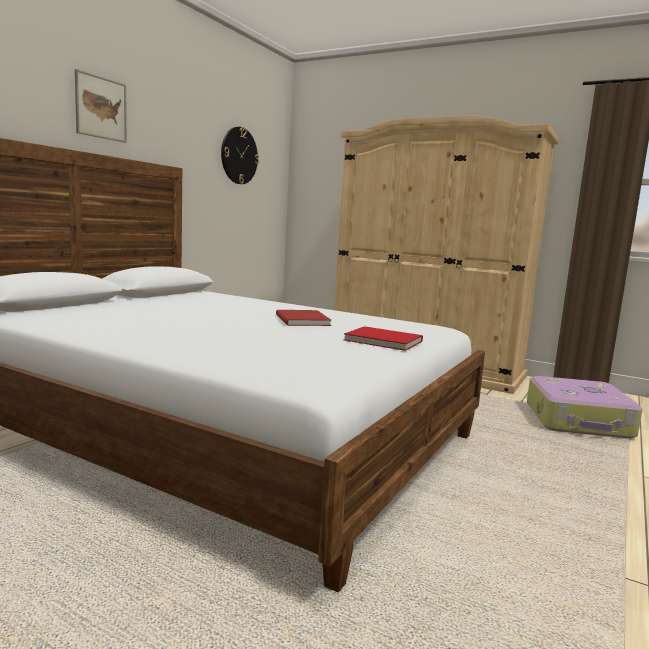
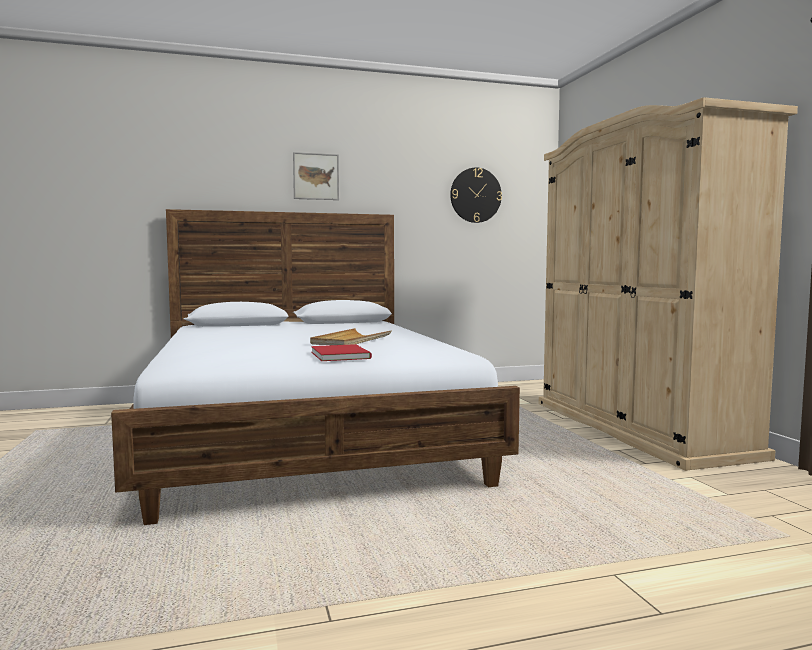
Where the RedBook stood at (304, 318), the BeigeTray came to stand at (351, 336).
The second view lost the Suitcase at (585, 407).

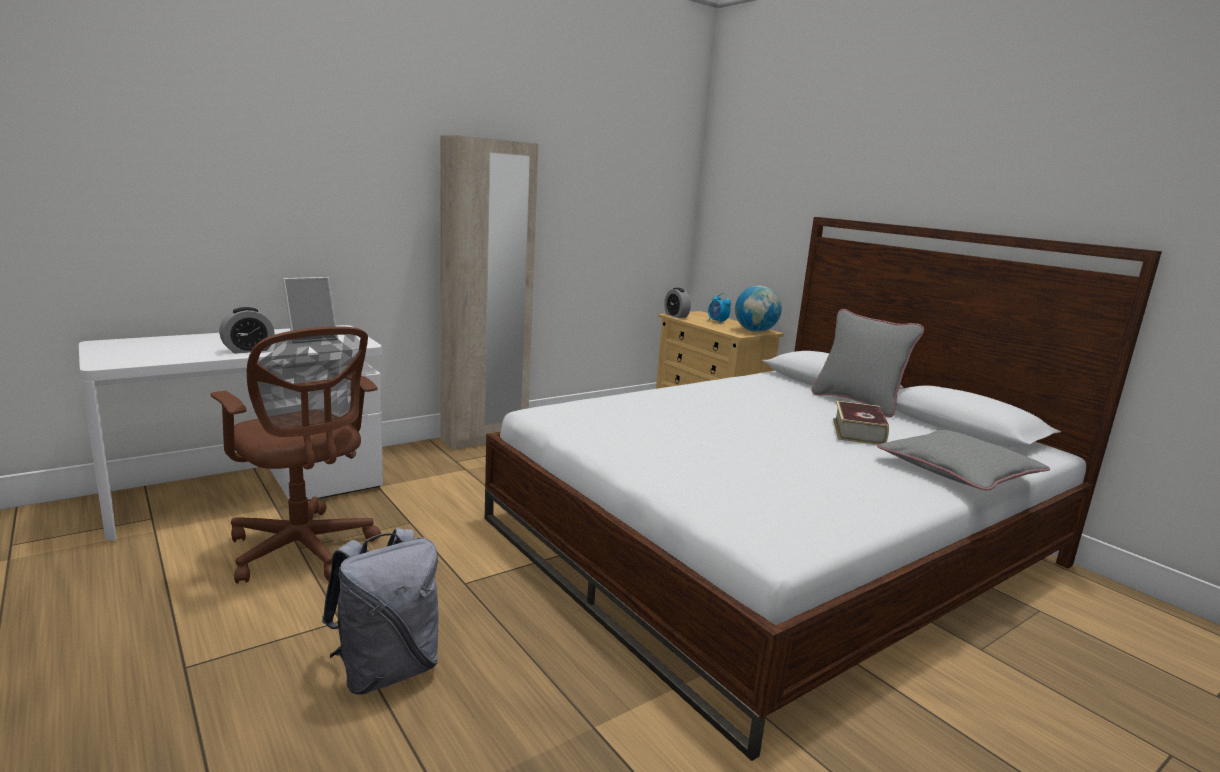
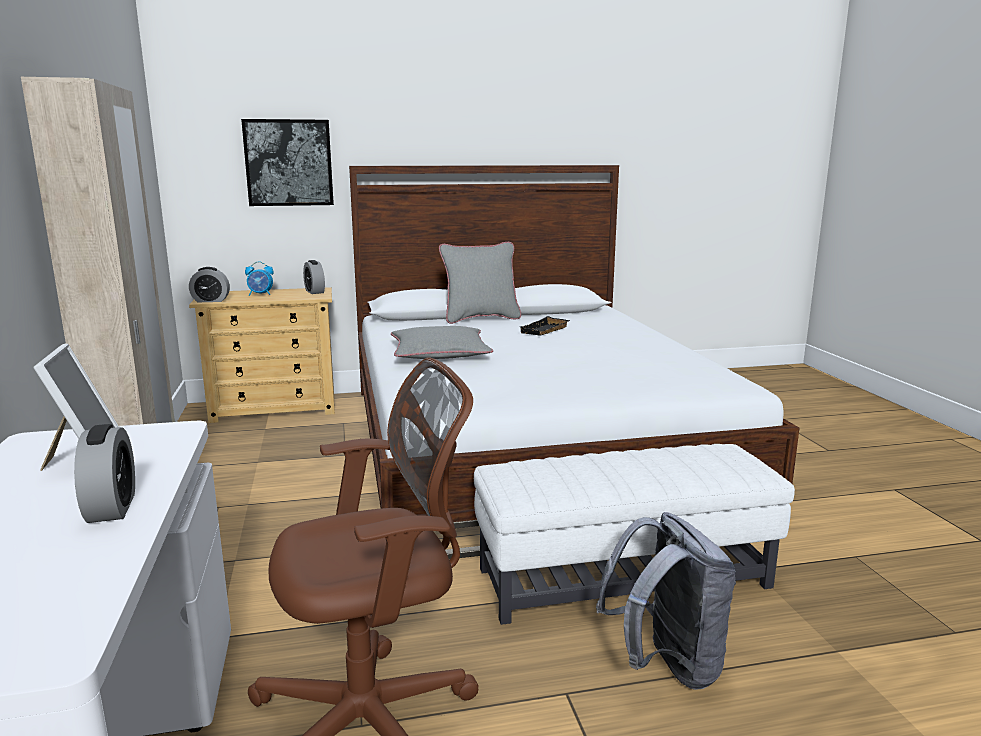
Where the Globe stood at (758, 309), the AlarmClock came to stand at (314, 277).
Where the Book stood at (861, 423), the BlackTray came to stand at (545, 325).
The GreyPillow ended up elsewhere, having gone from (963, 459) to (442, 342).
The second view gained the Picture at (287, 162).
The second view gained the WhiteOttoman at (634, 534).

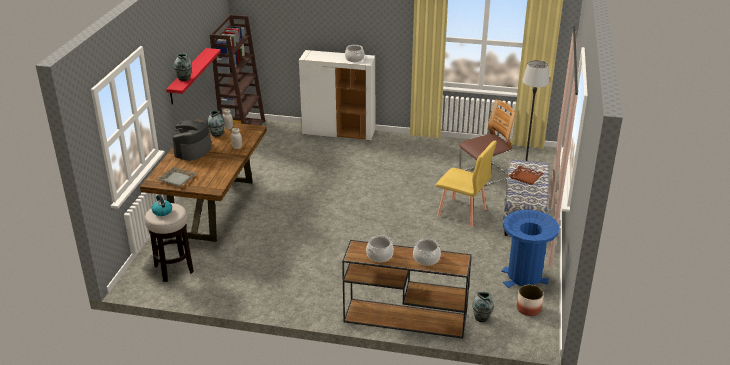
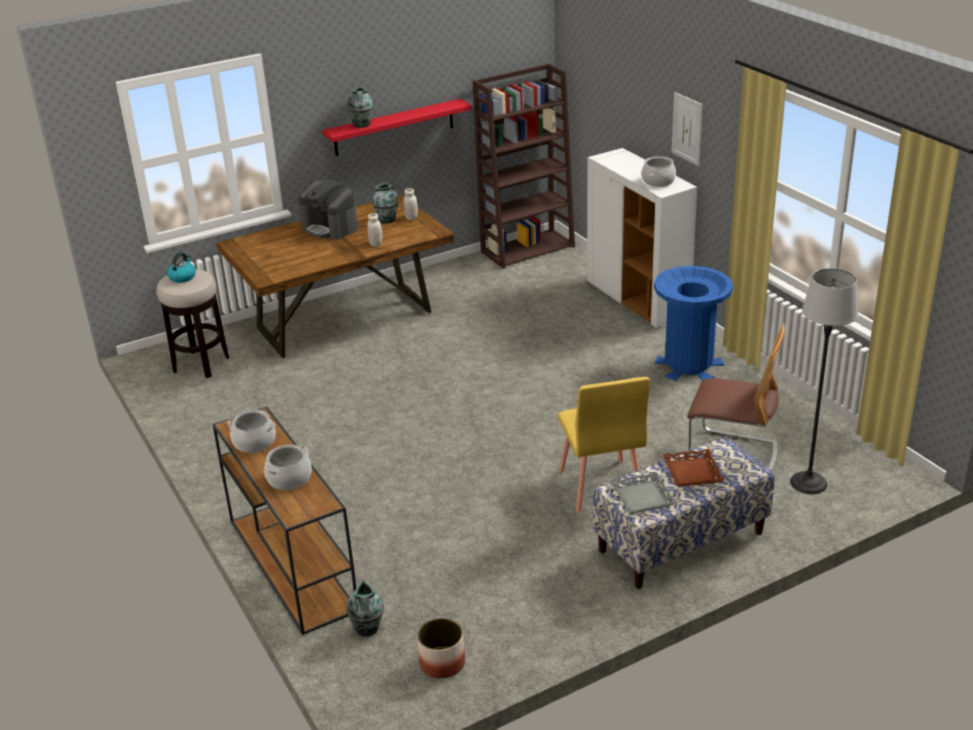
The CoffeeMachine at (192, 140) ended up facing another way, 120 degrees counterclockwise from before.
The GreyTray ended up elsewhere, having gone from (176, 177) to (643, 493).
The BlueTrashCan ended up elsewhere, having gone from (530, 249) to (693, 323).
The second view gained the Picture at (687, 129).

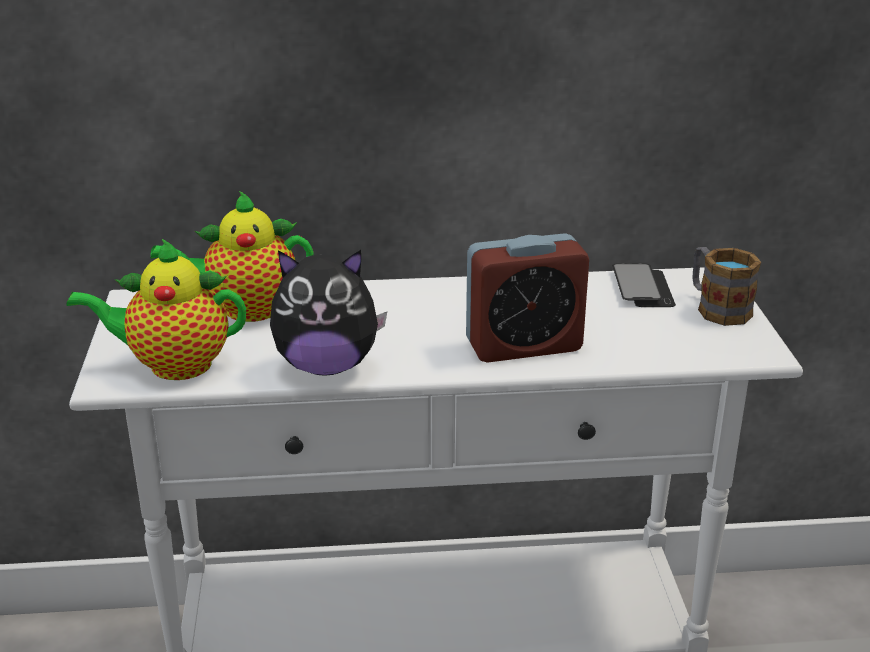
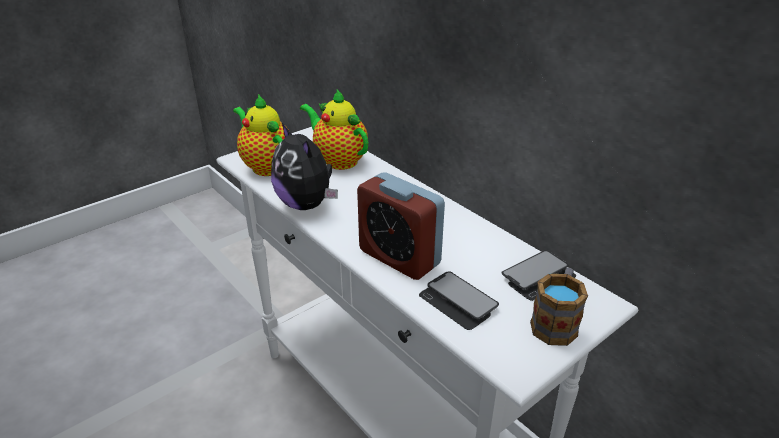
The second view gained the Phone at (459, 300).

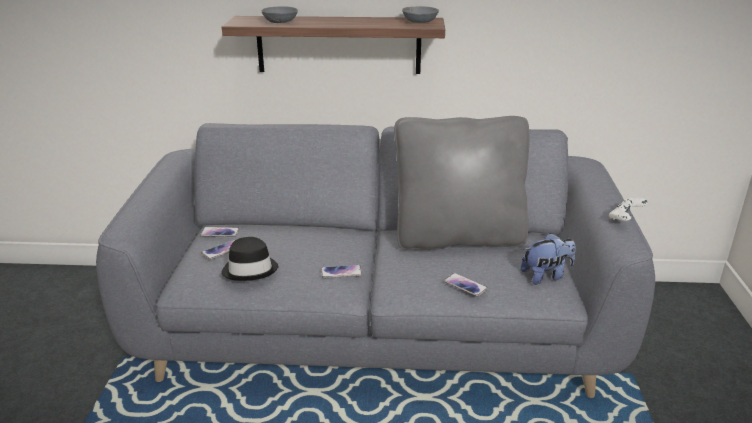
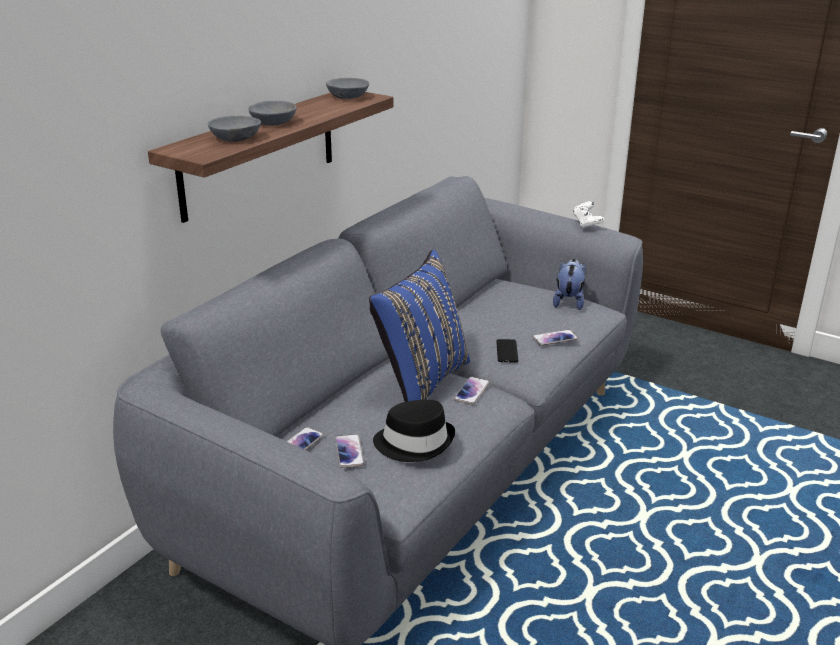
The second view lost the GreyPillow at (462, 183).
The second view gained the GreyBowl at (272, 113).
The second view gained the BluePillow at (419, 326).
The second view gained the Phone at (507, 351).

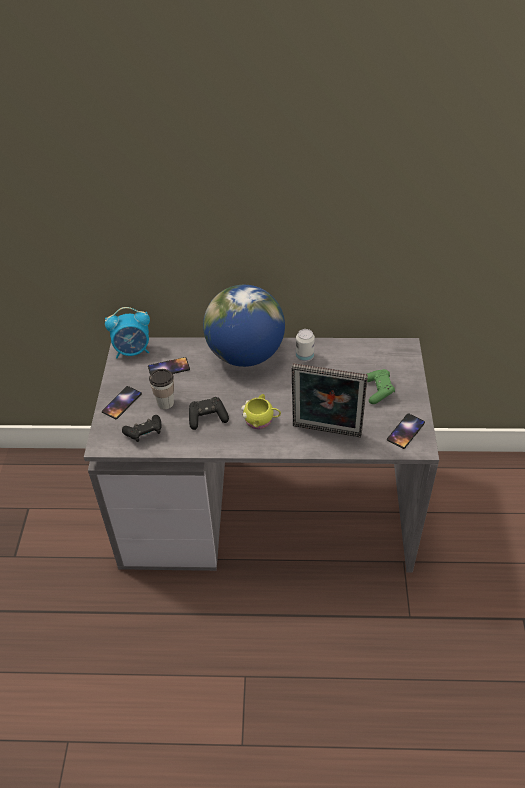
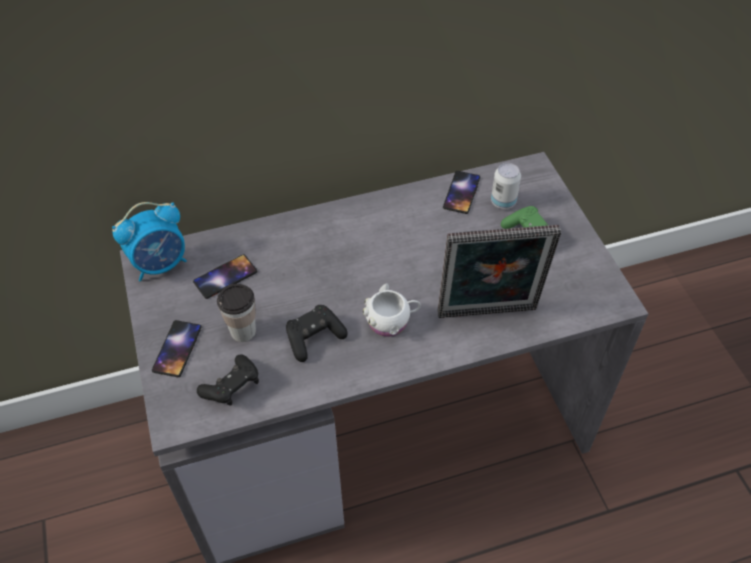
The second view lost the Globe at (244, 326).
The Can ended up elsewhere, having gone from (305, 345) to (506, 186).
What was the YellowMug at (261, 411) turned into the WhiteMug at (392, 309).
The Phone ended up elsewhere, having gone from (406, 431) to (461, 192).

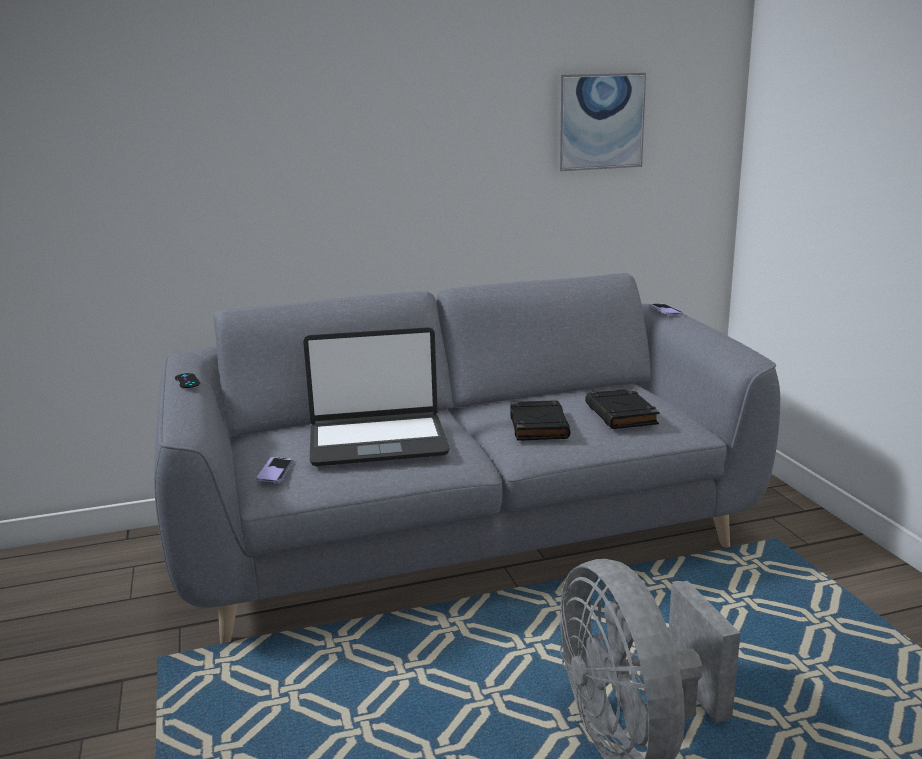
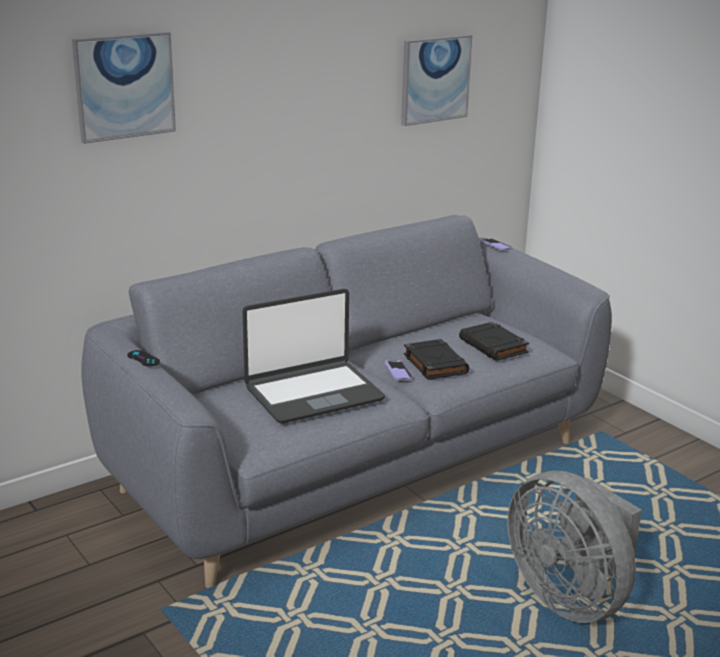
The Phone ended up elsewhere, having gone from (275, 470) to (399, 370).
The second view gained the Picture at (124, 88).

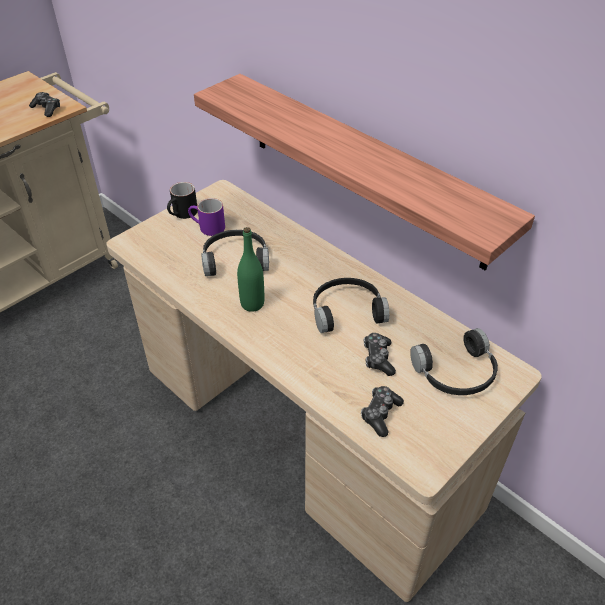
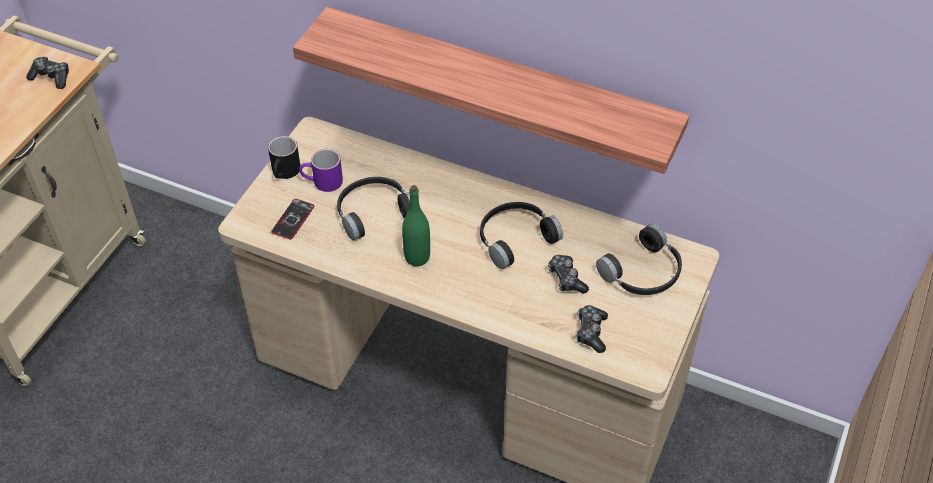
The second view gained the Phone at (293, 219).

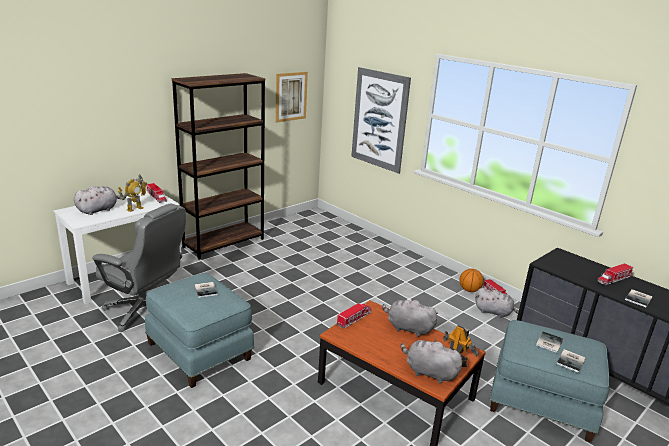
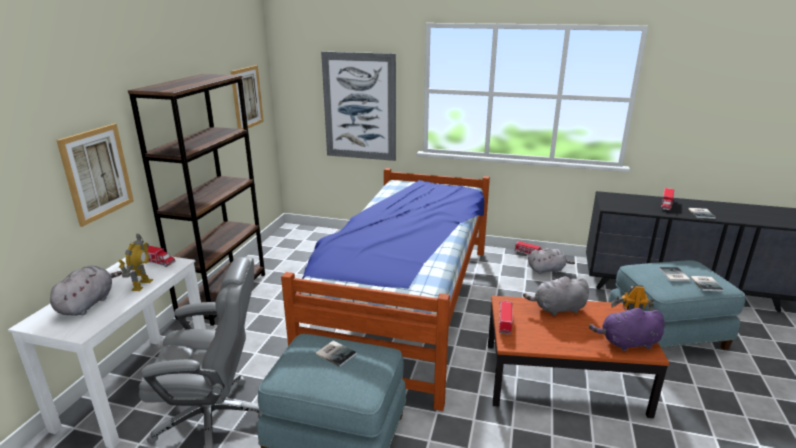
The second view lost the Basketball at (472, 280).
What was the GreyPlushToy at (432, 361) turned into the PurplePlushToy at (627, 329).
The second view gained the Picture at (95, 175).
The second view gained the Bed at (385, 289).

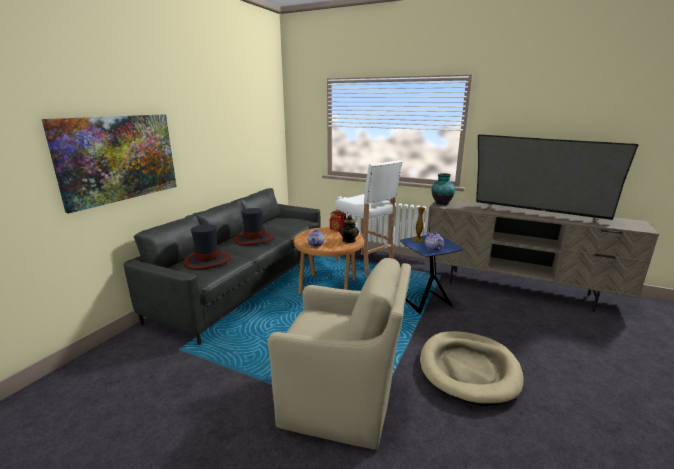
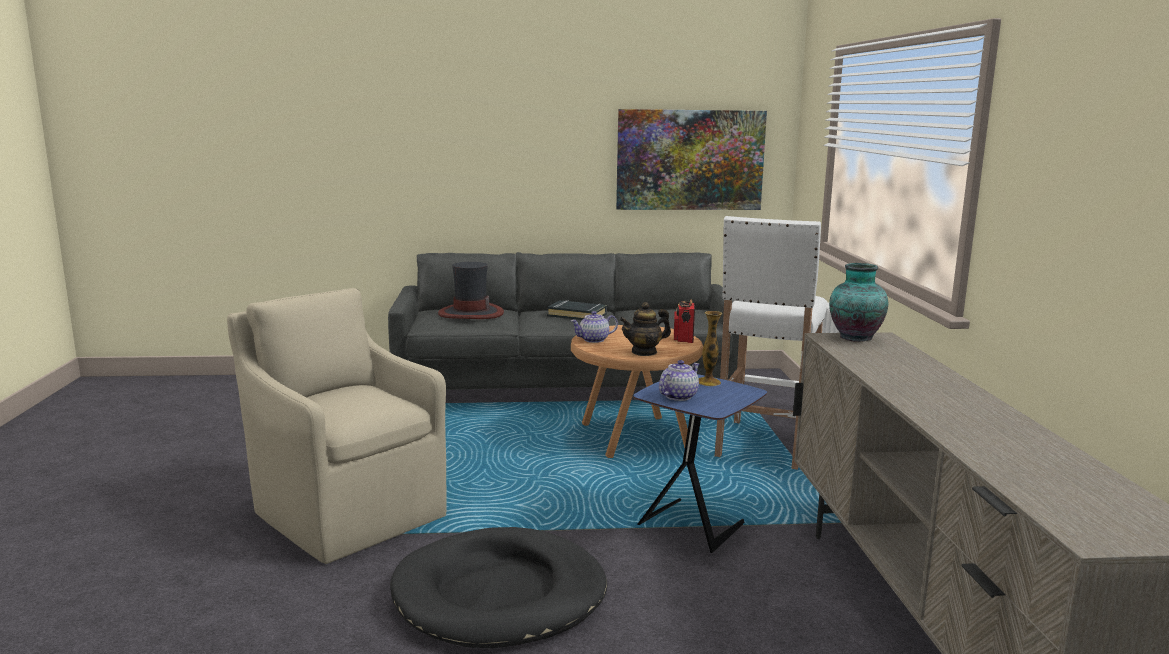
The Picture ended up elsewhere, having gone from (109, 163) to (691, 159).
The second view lost the Television at (557, 180).
Where the Hat stood at (254, 226), the BlackBook came to stand at (577, 310).
The BeigeArmchair at (339, 353) ended up facing another way, 150 degrees clockwise from before.
What was the BeigeDogBed at (472, 368) turned into the BlackDogBed at (498, 587).

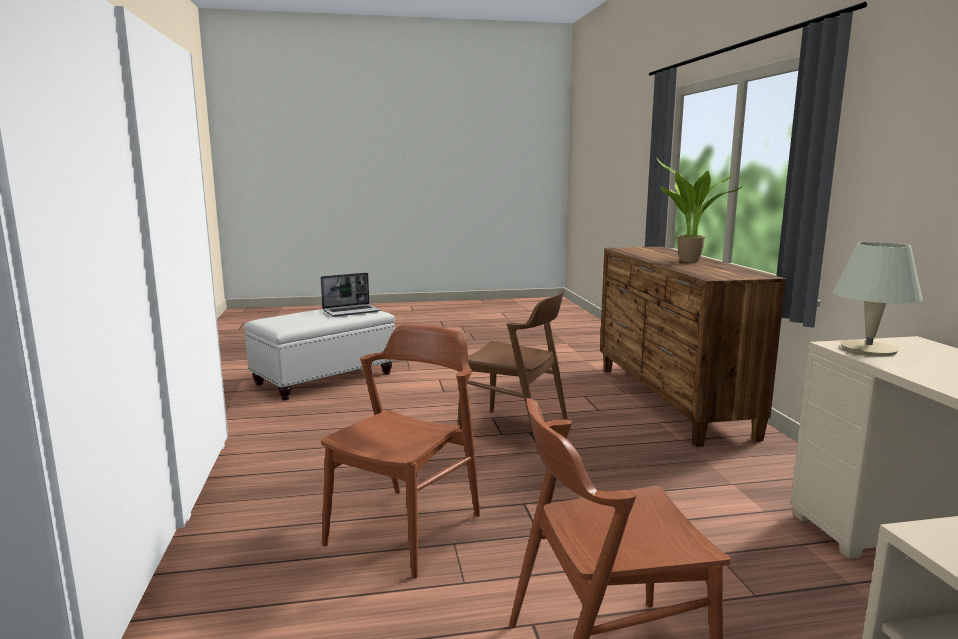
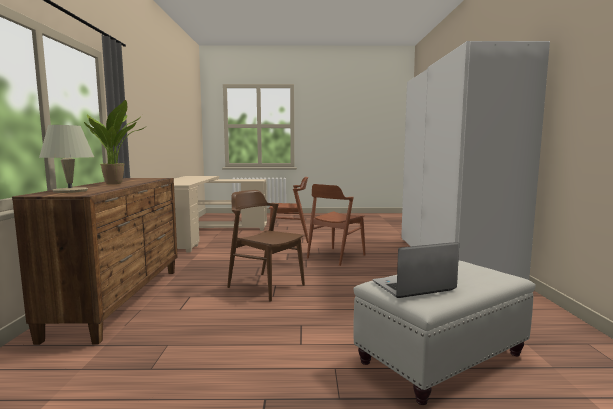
The BeigeTableLamp ended up elsewhere, having gone from (878, 299) to (66, 159).

